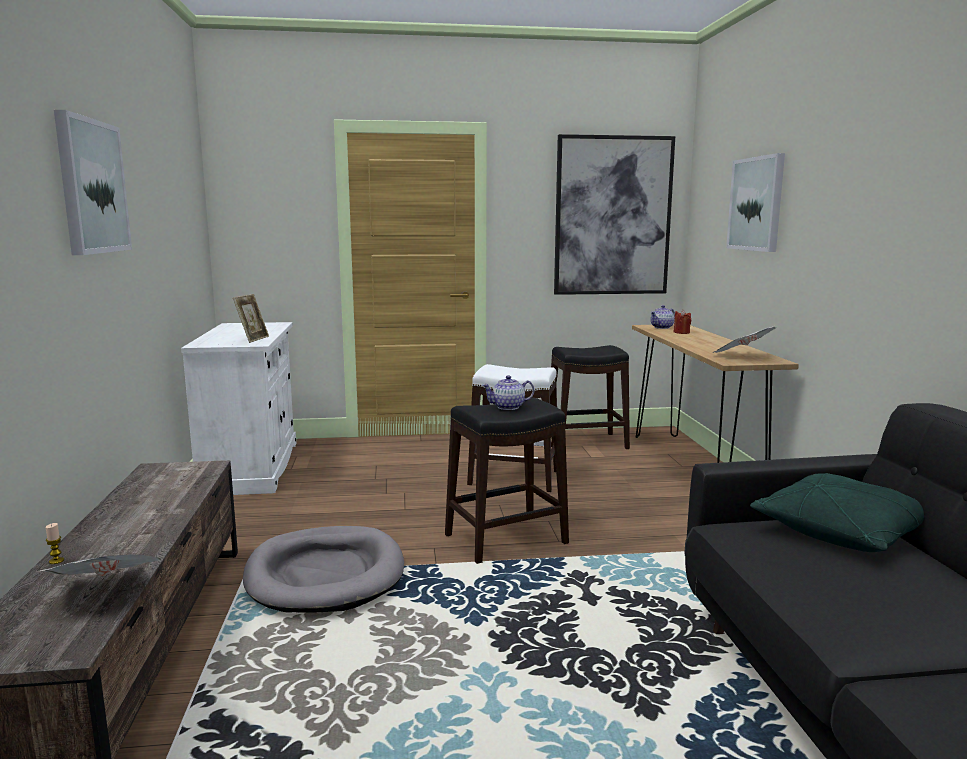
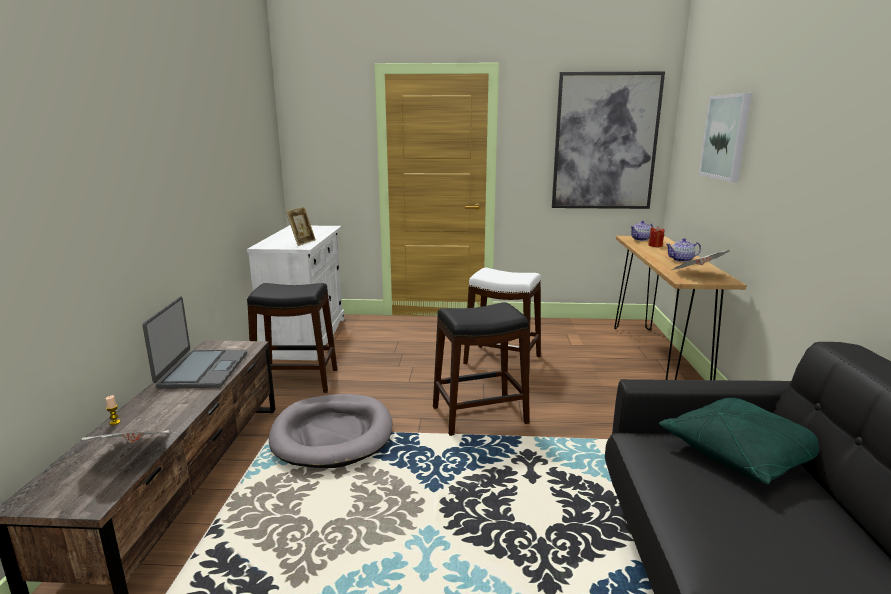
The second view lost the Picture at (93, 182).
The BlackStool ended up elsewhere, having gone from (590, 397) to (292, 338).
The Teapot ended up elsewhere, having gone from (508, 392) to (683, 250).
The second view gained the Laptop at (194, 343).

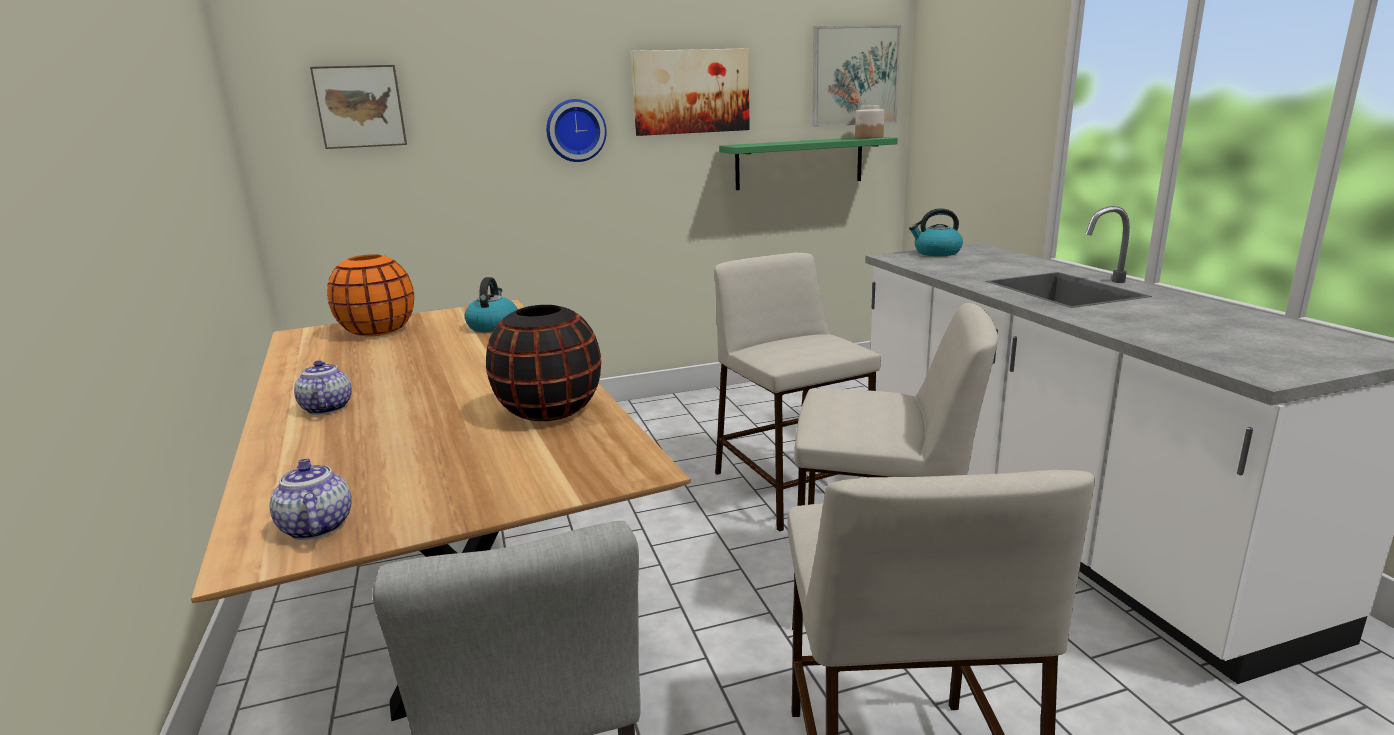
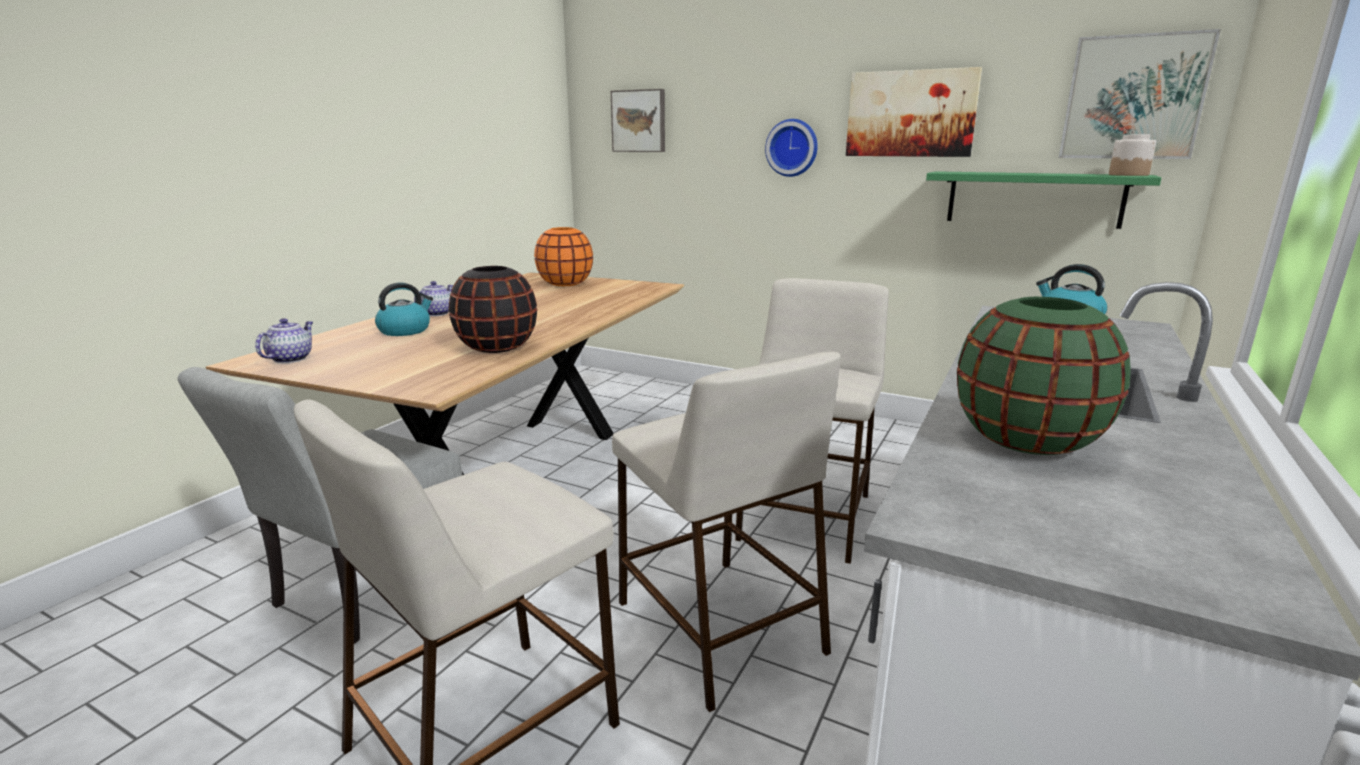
The Kettle ended up elsewhere, having gone from (491, 304) to (404, 309).
The second view gained the GreenVase at (1044, 376).

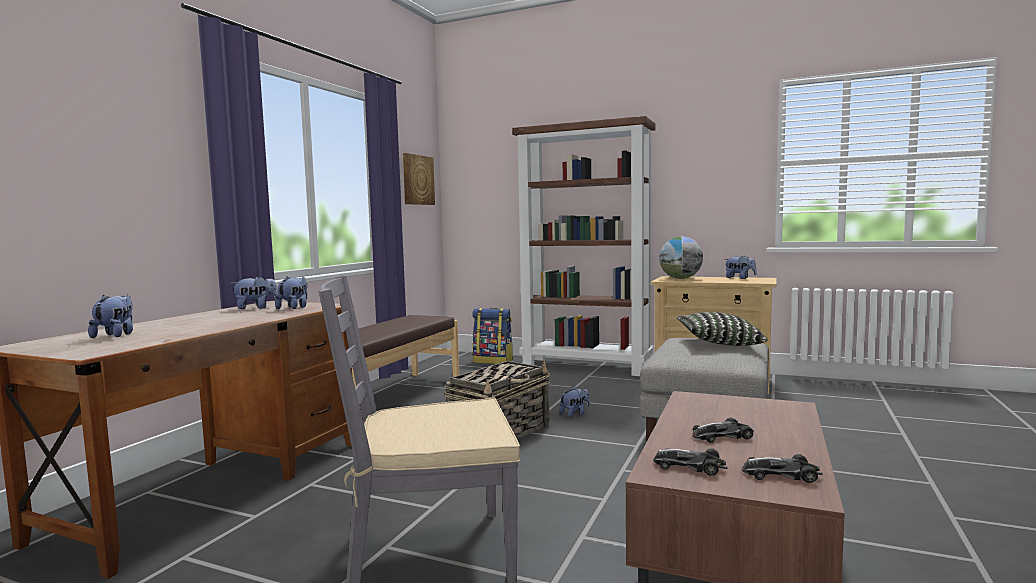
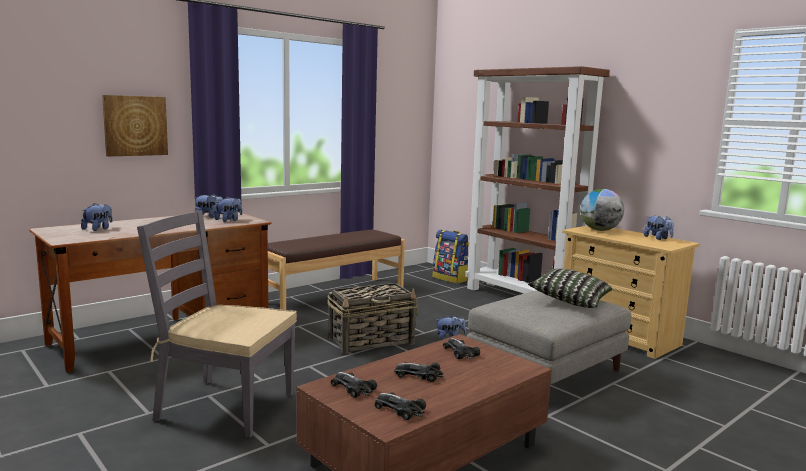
The Picture ended up elsewhere, having gone from (419, 179) to (135, 126).
The second view gained the ToyCar at (461, 348).

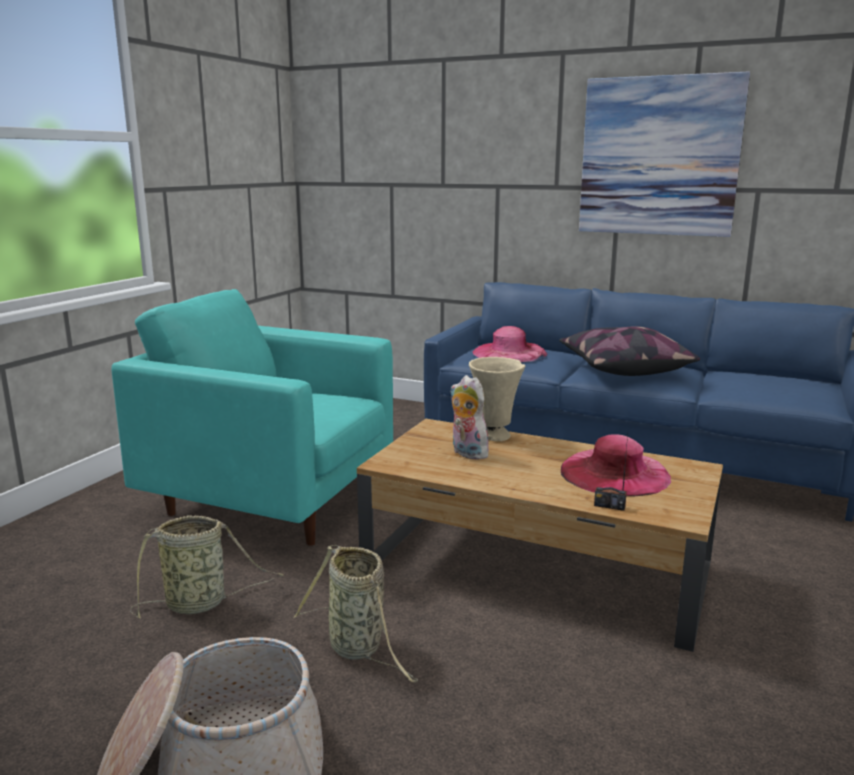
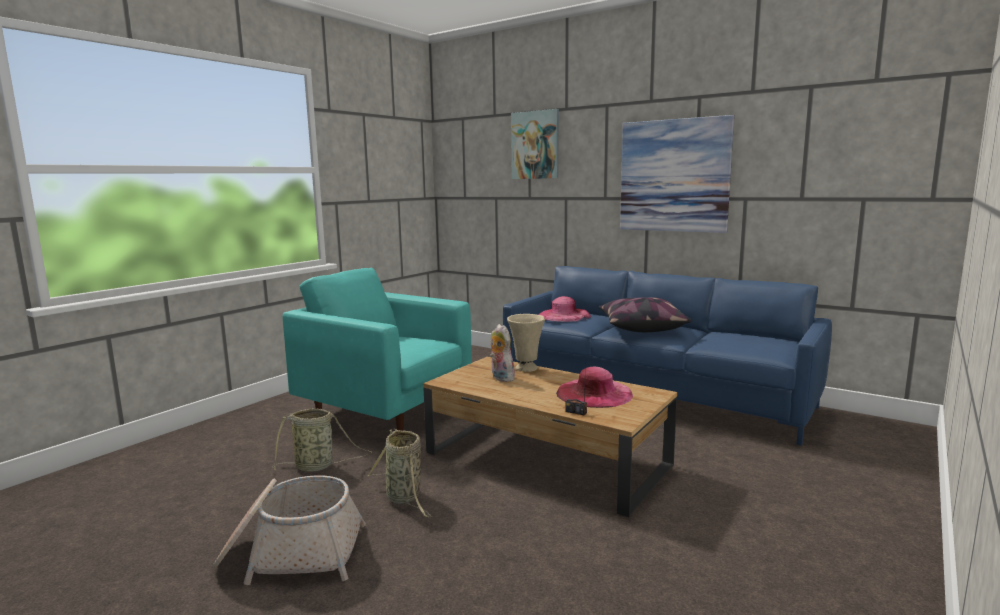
The second view gained the Picture at (535, 144).

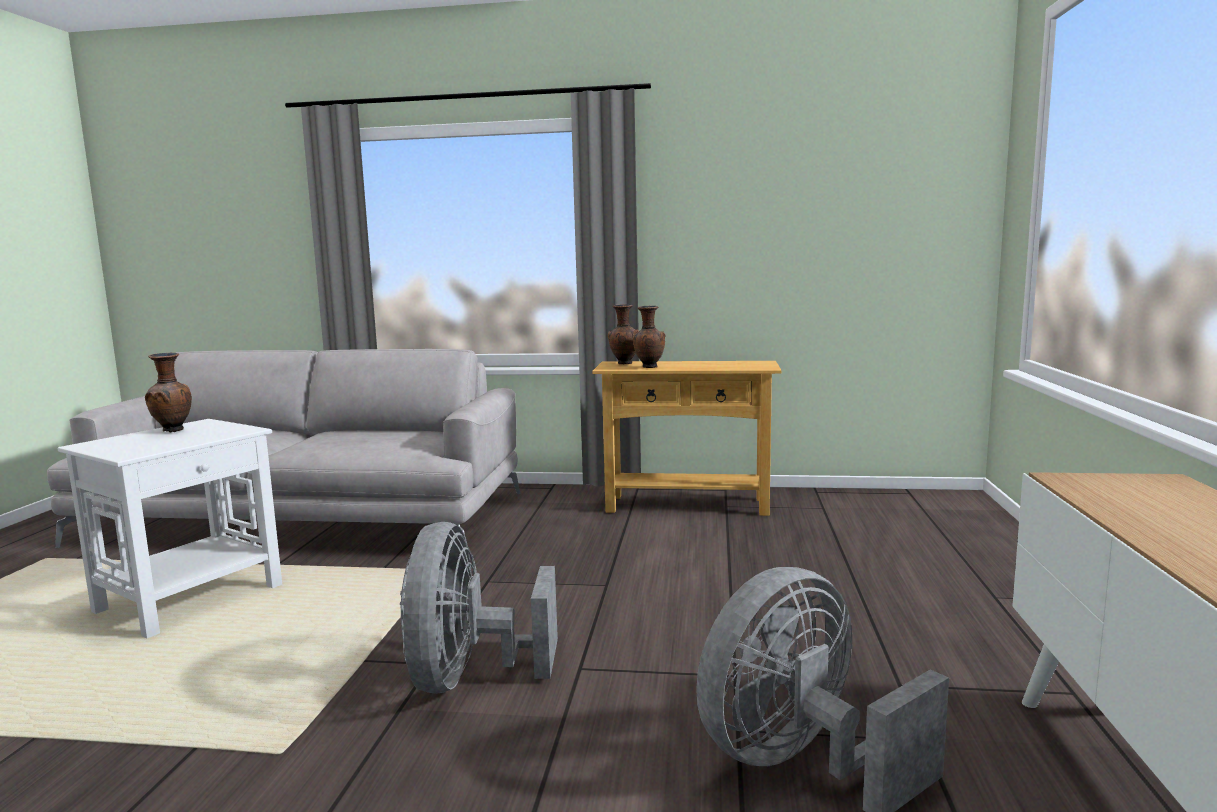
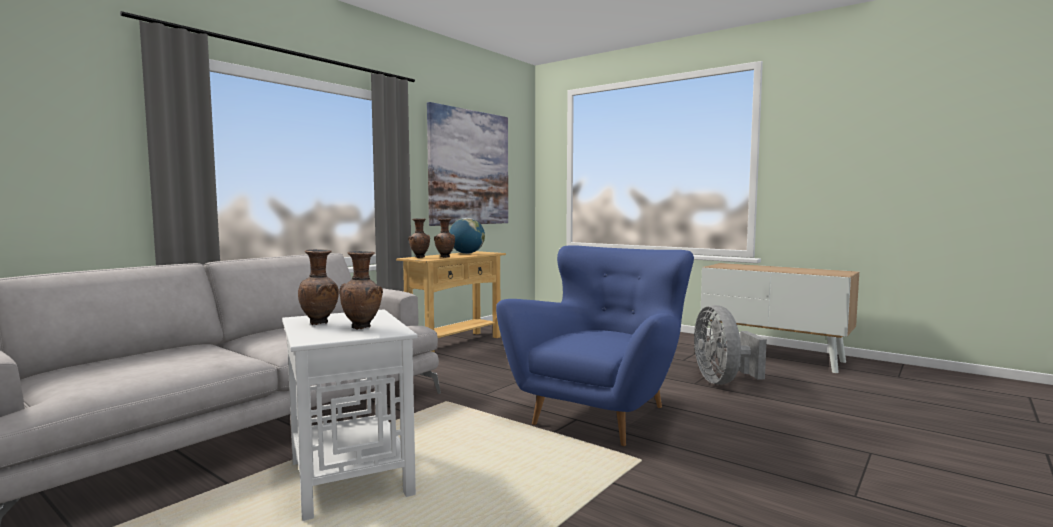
Where the GreyFan stood at (479, 608), the BlueArmchair came to stand at (595, 345).
The second view gained the Picture at (467, 164).
The second view gained the Globe at (467, 236).
The second view gained the BrownVase at (361, 290).

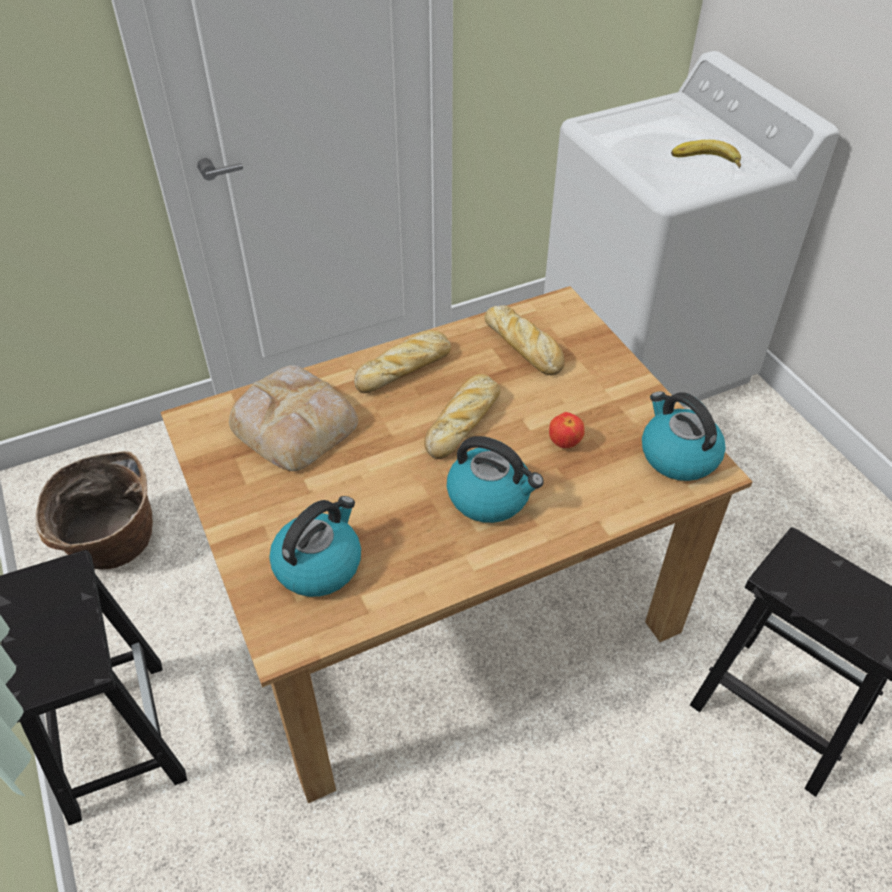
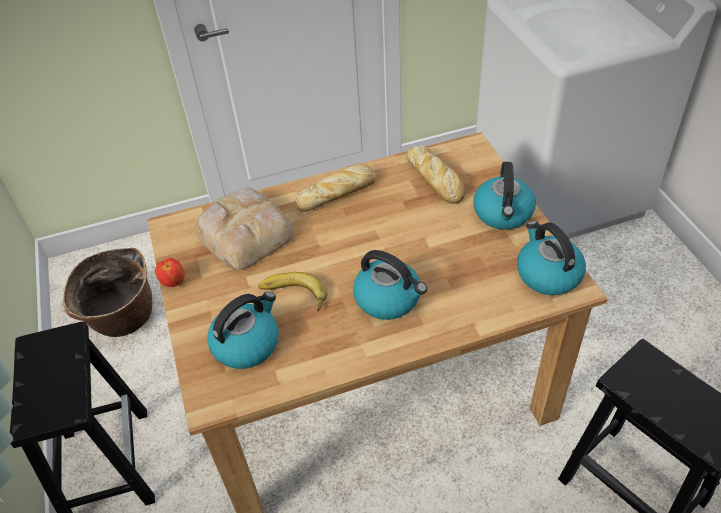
The Banana ended up elsewhere, having gone from (706, 154) to (293, 291).
The second view lost the Bread at (462, 416).
The Apple ended up elsewhere, having gone from (567, 430) to (170, 272).
The second view gained the Kettle at (504, 196).

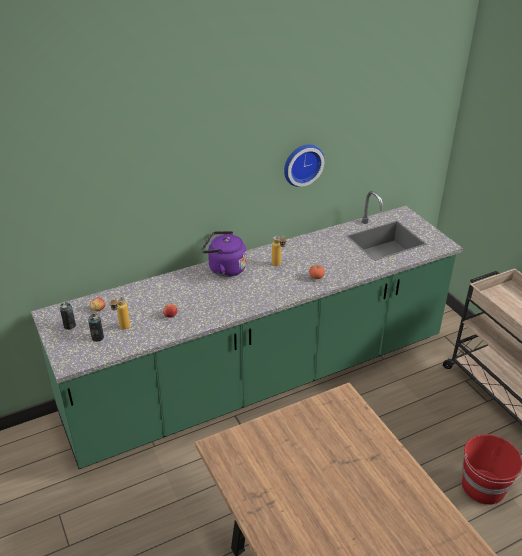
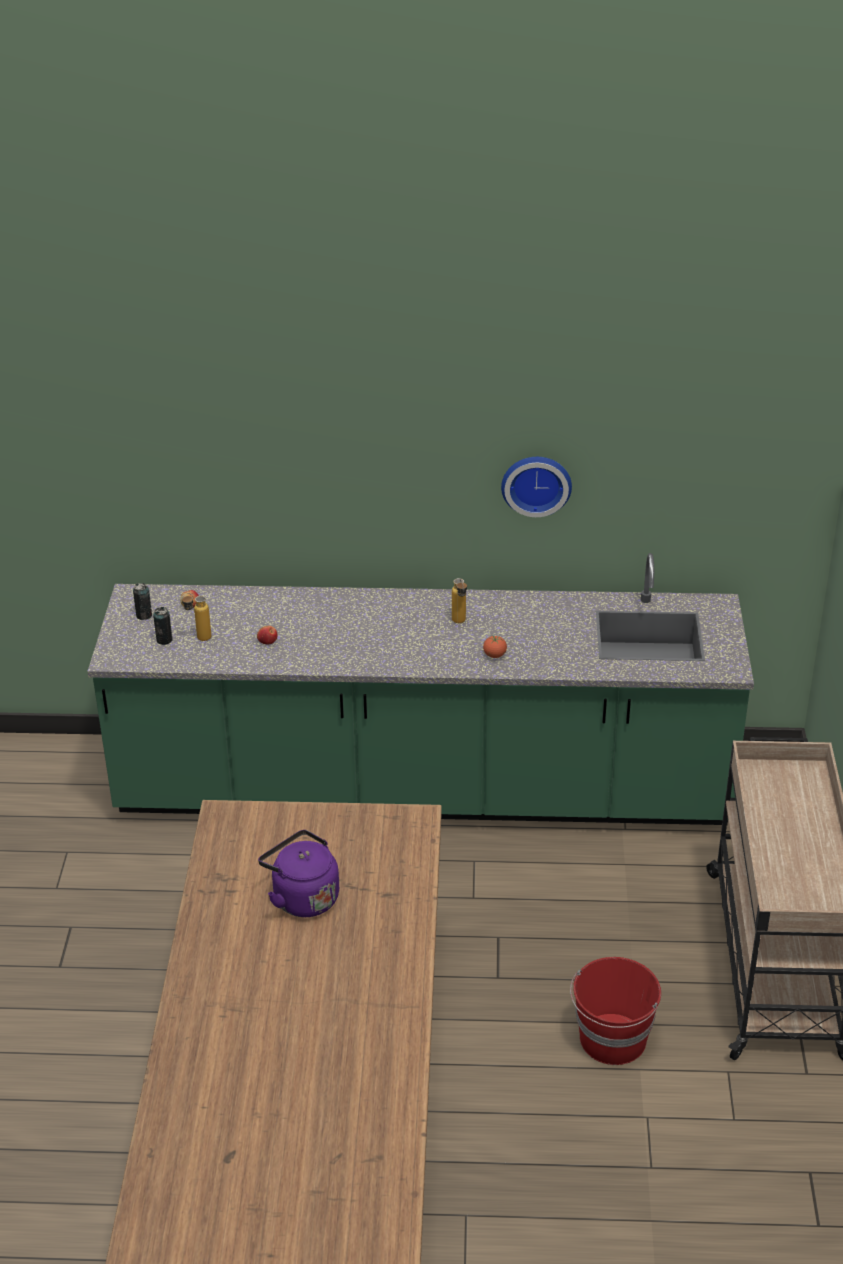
The PurpleKettle ended up elsewhere, having gone from (223, 254) to (298, 873).

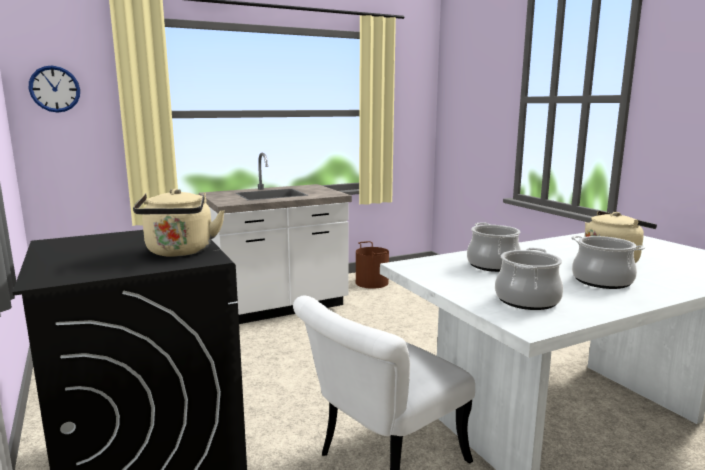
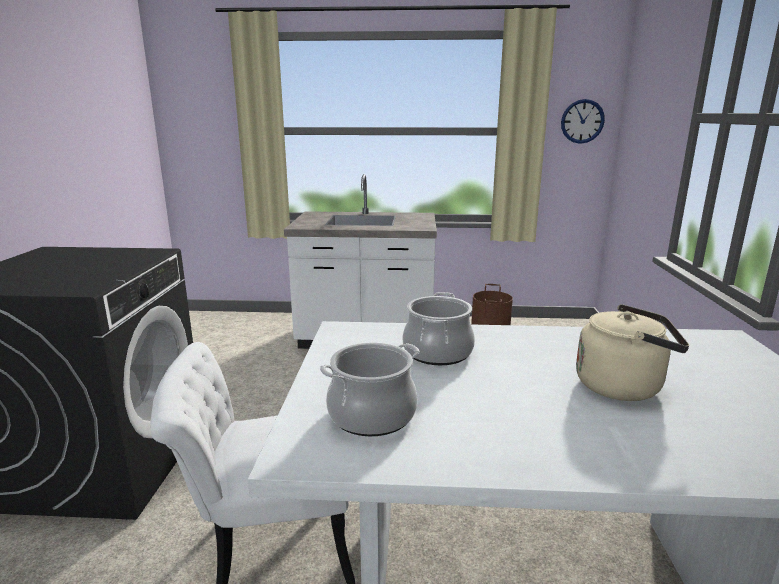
The WallClock ended up elsewhere, having gone from (54, 88) to (583, 121).
The second view lost the BeigeKettle at (179, 223).
The second view lost the CookingPot at (608, 262).

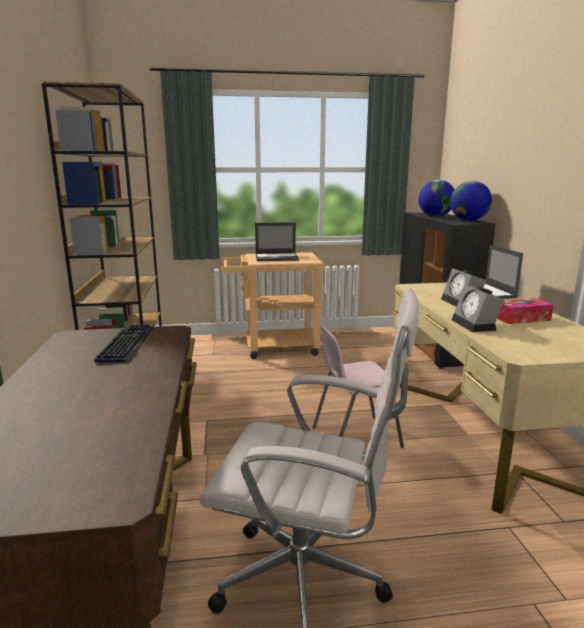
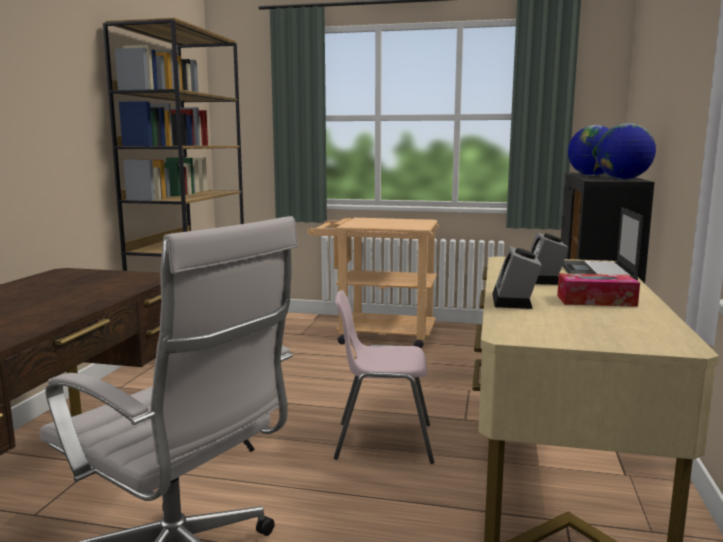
The second view lost the Laptop at (277, 241).
The second view lost the Keyboard at (124, 344).

